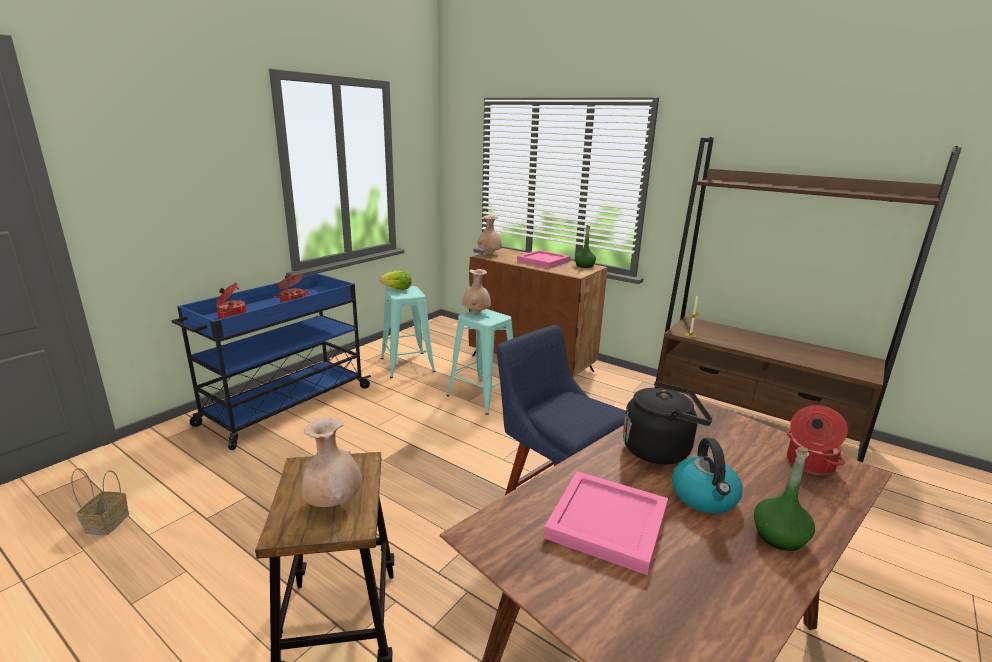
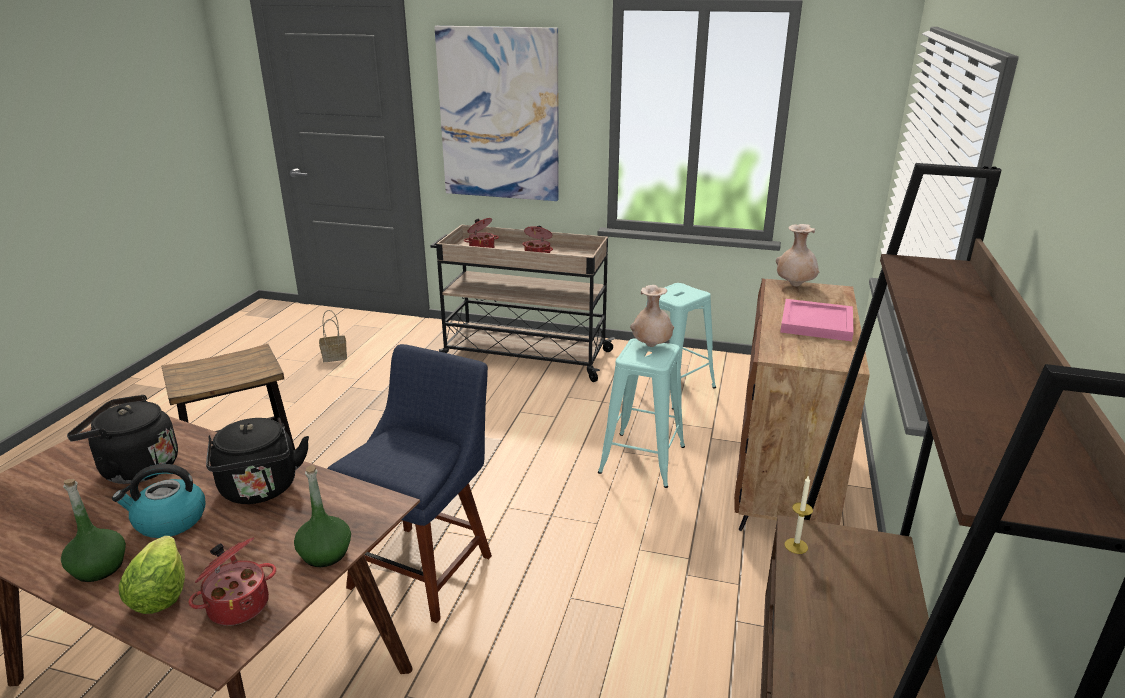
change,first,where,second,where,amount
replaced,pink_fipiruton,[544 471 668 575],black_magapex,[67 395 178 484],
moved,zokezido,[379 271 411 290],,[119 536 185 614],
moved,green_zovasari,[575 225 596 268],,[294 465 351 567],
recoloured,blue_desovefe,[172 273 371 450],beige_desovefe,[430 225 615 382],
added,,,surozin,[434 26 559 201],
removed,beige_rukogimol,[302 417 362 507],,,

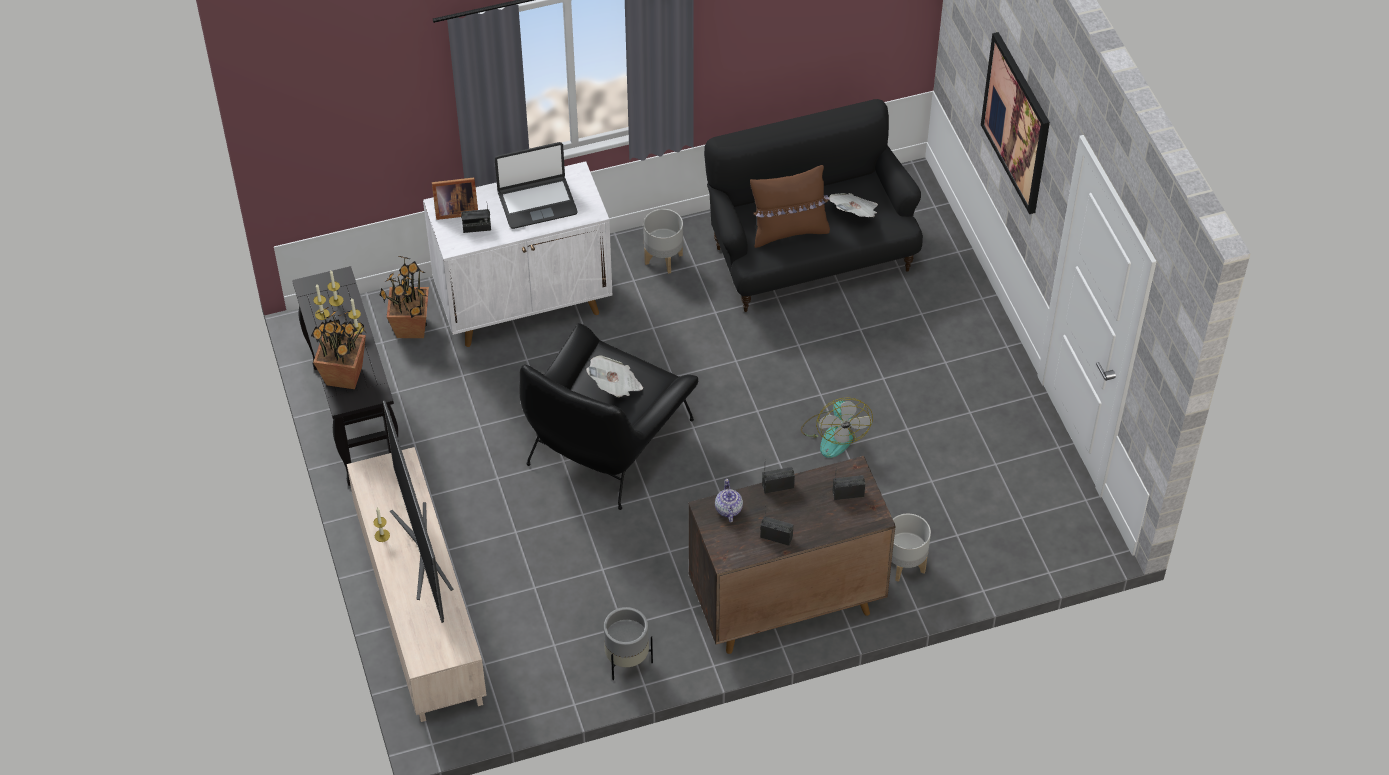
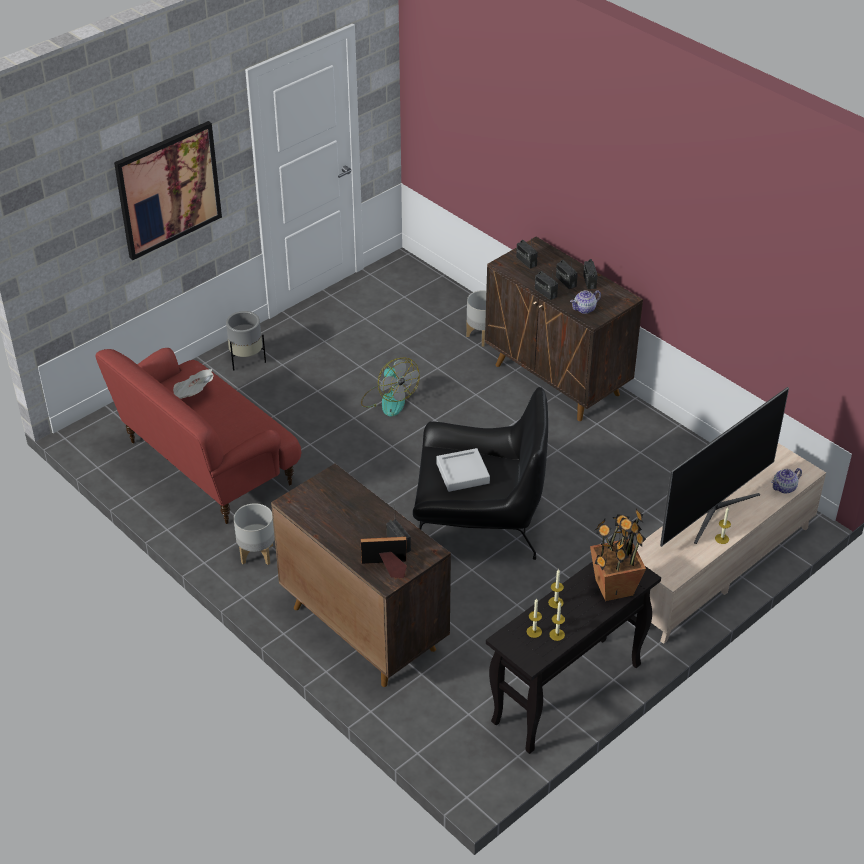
change,first,where,second,where,amount
recoloured,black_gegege,[704 99 923 312],red_gegege,[96 348 302 524],
moved,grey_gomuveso,[604 607 653 680],,[226 311 266 371],
recoloured,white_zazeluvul,[423 161 613 347],brown_zazeluvul,[271 464 451 687],
turned,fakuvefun,[801 397 873 458],,[361 357 420 416],90 degrees clockwise
turned,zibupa,[432 177 478 220],,[361 537 407 578],60 degrees counterclockwise
replaced,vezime,[586 355 643 397],grey_fipiruton,[436 448 490 492],
added,,,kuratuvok,[556 260 578 289],
added,,,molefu,[771 468 802 494],
removed,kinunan,[380 256 429 338],,,
removed,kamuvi,[495 142 577 229],,,
removed,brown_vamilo,[750 165 830 248],,,

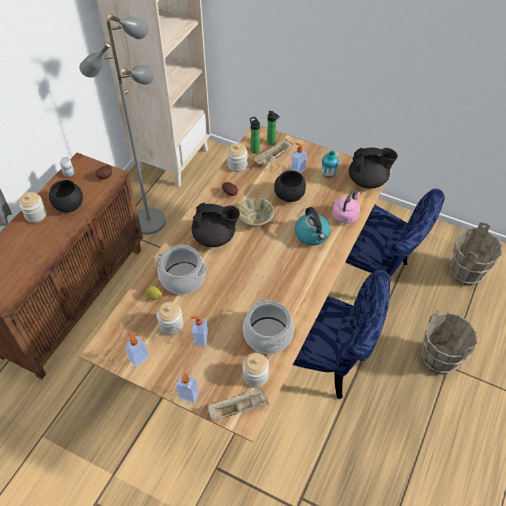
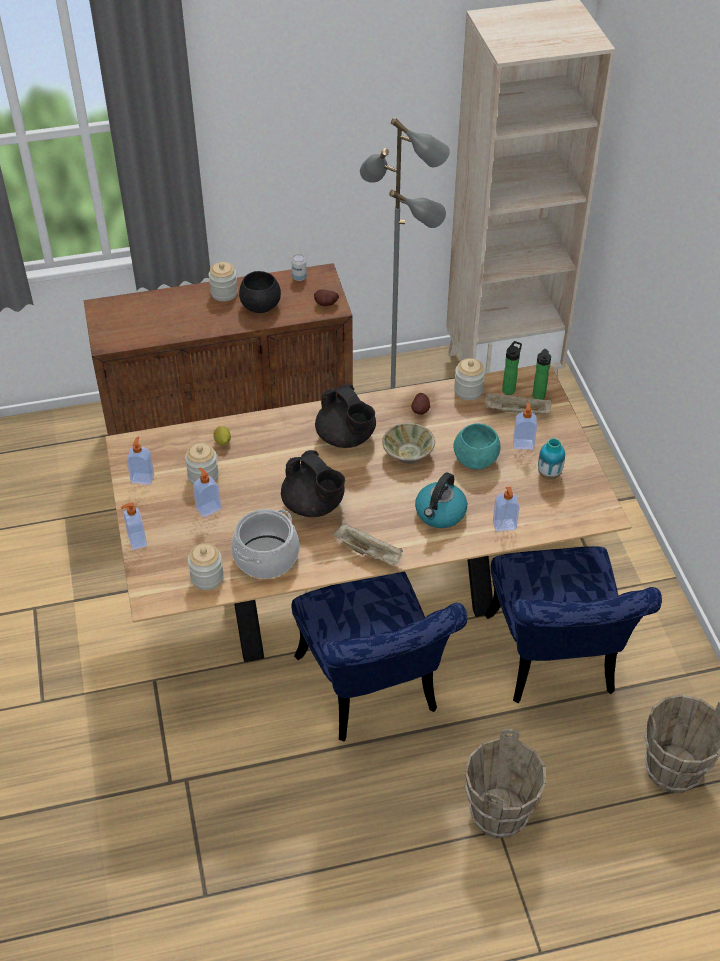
change,first,where,second,where,amount
moved,black_molefu,[349 147 398 189],,[281 450 345 517],
moved,beige_fipiruton,[208 388 269 420],,[333 523 403 567],
recoloured,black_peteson,[274 170 306 202],turquoise_peteson,[453 423 501 469],
replaced,pink_magapex,[333 191 360 224],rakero,[493 487 520 531],
removed,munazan,[155 245 207 294],,,

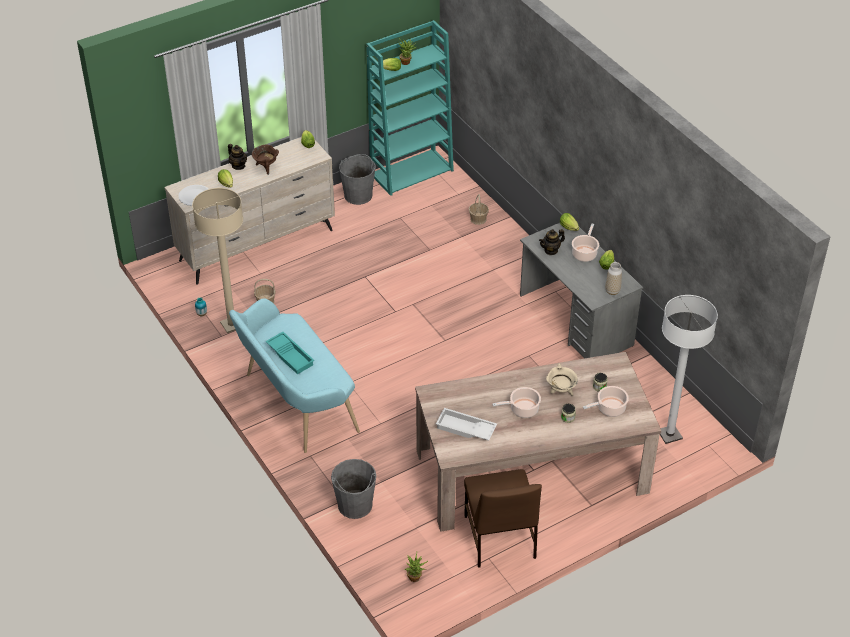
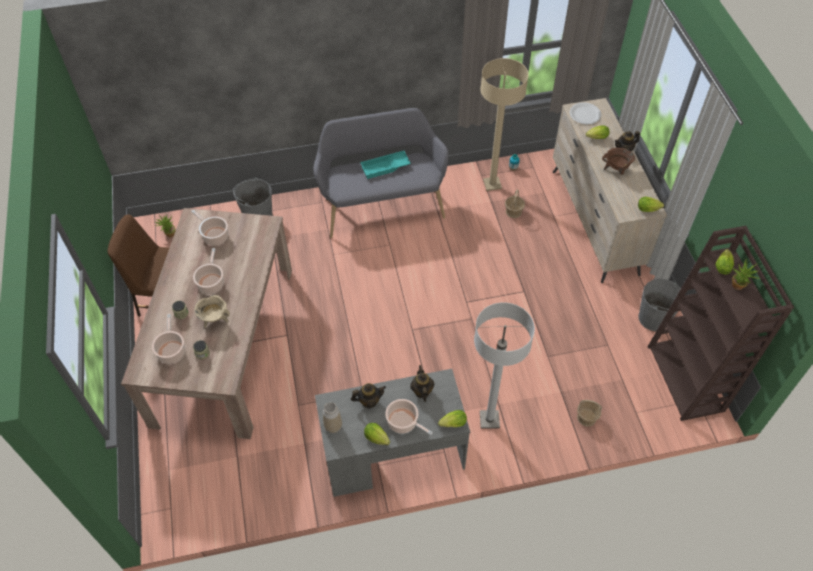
change,first,where,second,where,amount
replaced,white_fipiruton,[436 408 497 440],munazan,[191 210 228 246],
recoloured,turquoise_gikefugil,[229 298 360 453],grey_gikefugil,[313 108 448 238],
added,,,molefu,[351 383 386 408],
moved,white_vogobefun,[660 295 718 444],,[474 302 535 428],
recoloured,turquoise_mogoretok,[366 20 454 196],brown_mogoretok,[648 226 794 421],

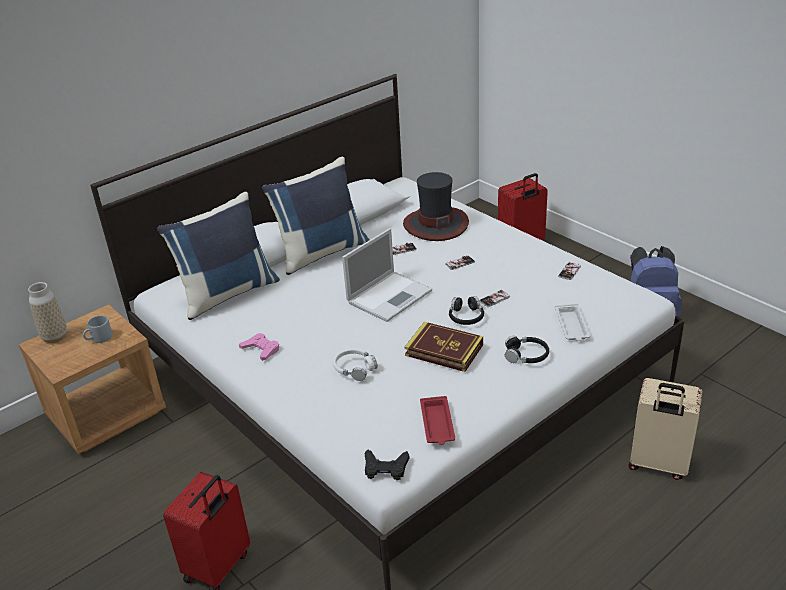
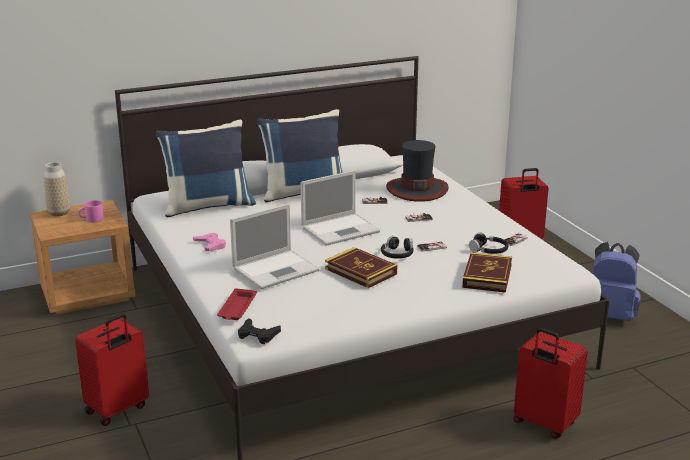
change,first,where,second,where,amount
recoloured,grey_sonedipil,[83 315 113 343],pink_sonedipil,[78 200 104 223],
moved,red_fipiruton,[420 396 455 445],,[217 288 257 320],
replaced,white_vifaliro,[333 349 378 381],kamuvi,[230 204 319 289],
replaced,white_fipiruton,[555 304 591 341],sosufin,[462 252 512 293],
moved,black_vifaliro,[505 336 549 363],,[469 233 508 254],
recoloured,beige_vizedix,[629 378 703 480],red_vizedix,[513 328 588 438],

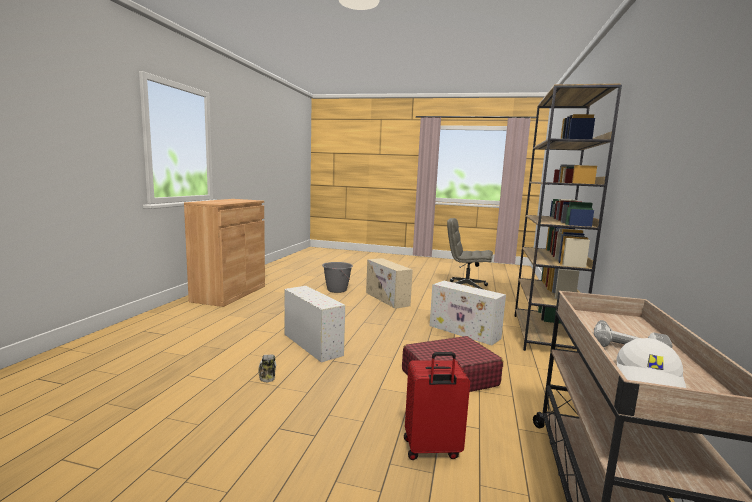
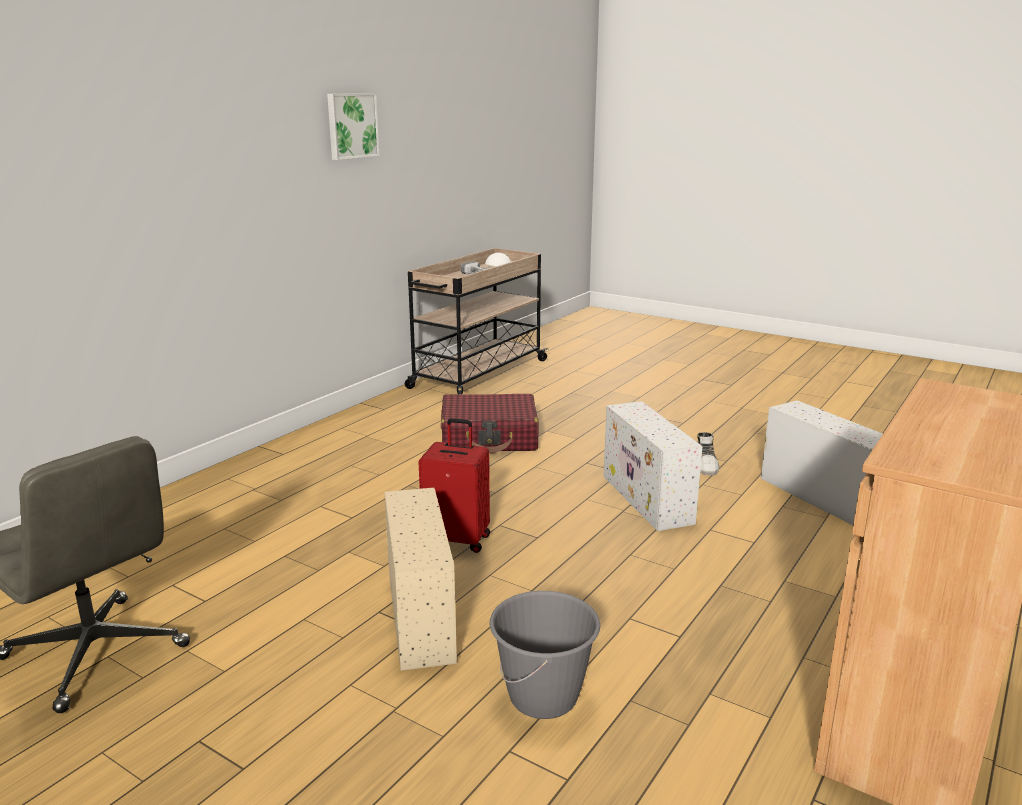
change,first,where,second,where,amount
added,,,surozin,[327 93 380 160],
moved,red_vizedix,[404 352 470 460],,[419 418 490 553],
moved,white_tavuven,[430 281 506 346],,[761 400 883 525],
removed,brown_mogoretok,[515 84 622 351],,,

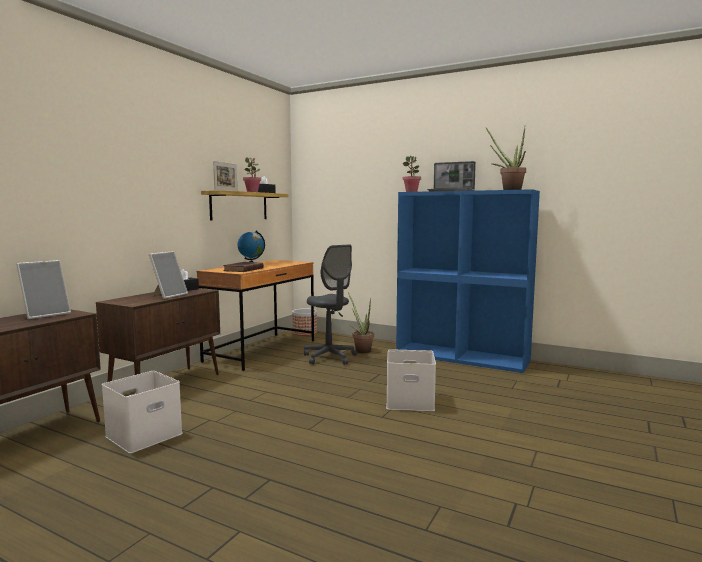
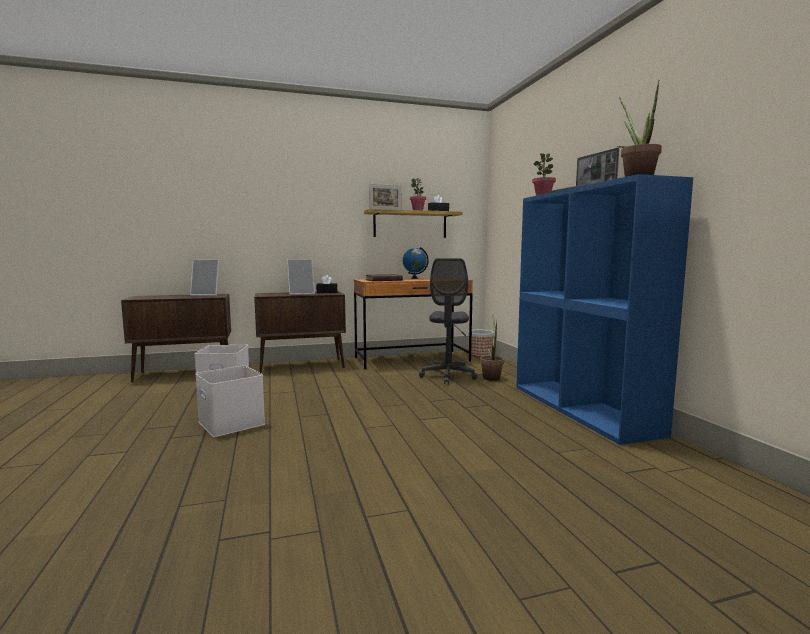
change,first,where,second,where,amount
moved,white_tavuven,[386 349 436 411],,[195 365 265 437],

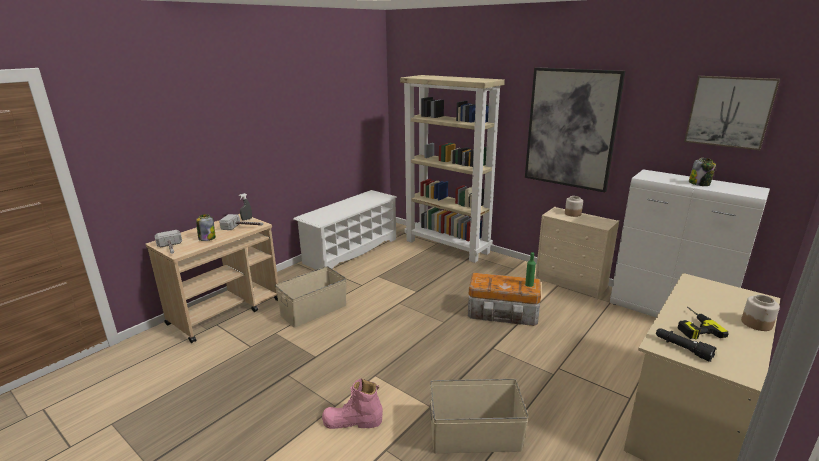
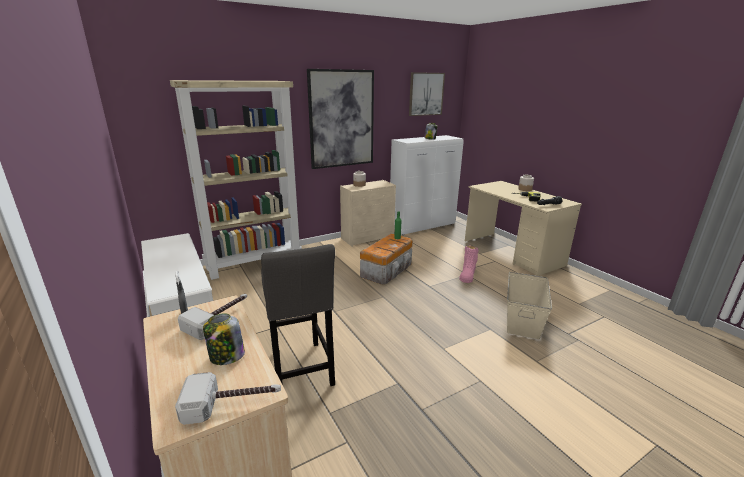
change,first,where,second,where,amount
replaced,beige_tavuven,[275 266 347 328],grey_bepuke,[261 244 335 386],
moved,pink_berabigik,[322 378 383 429],,[459 245 479 283],

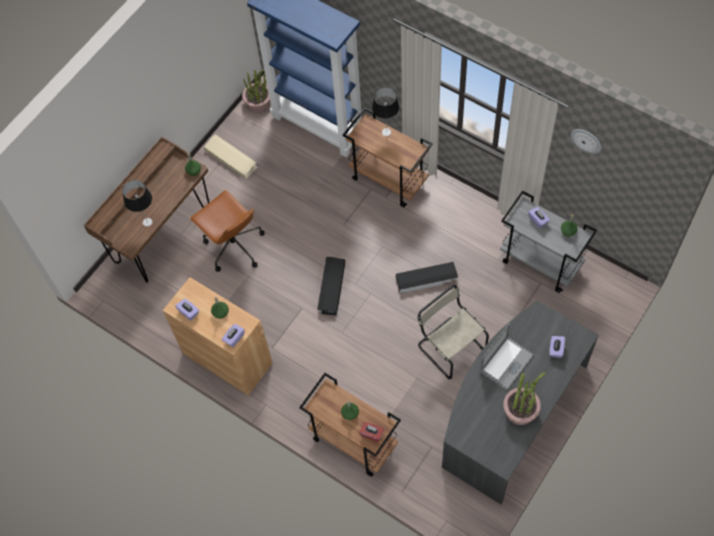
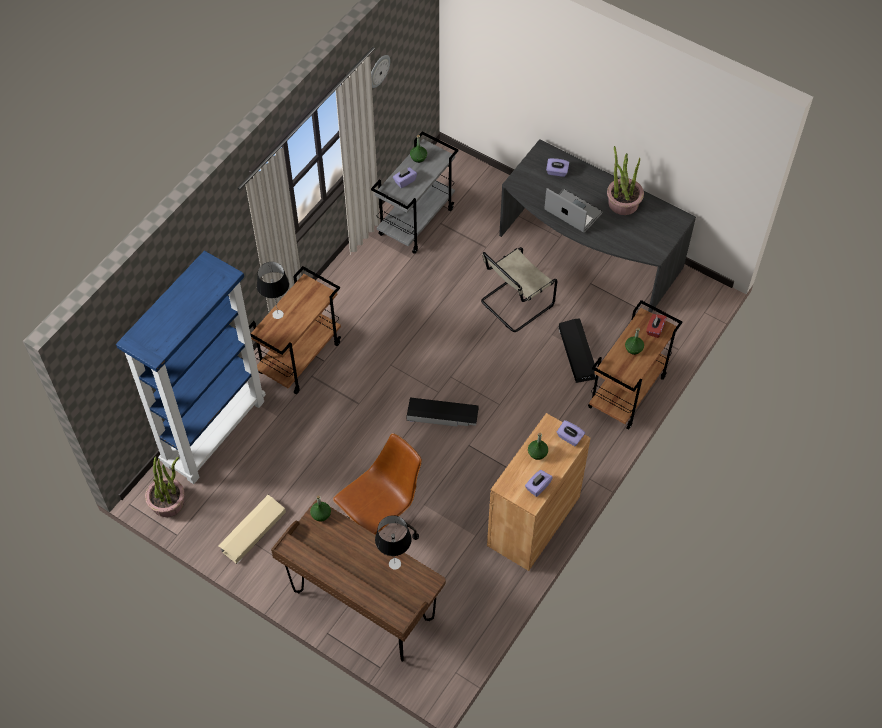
change,first,where,second,where,amount
moved,black_tavuven,[396 262 458 294],,[559 318 596 383],

